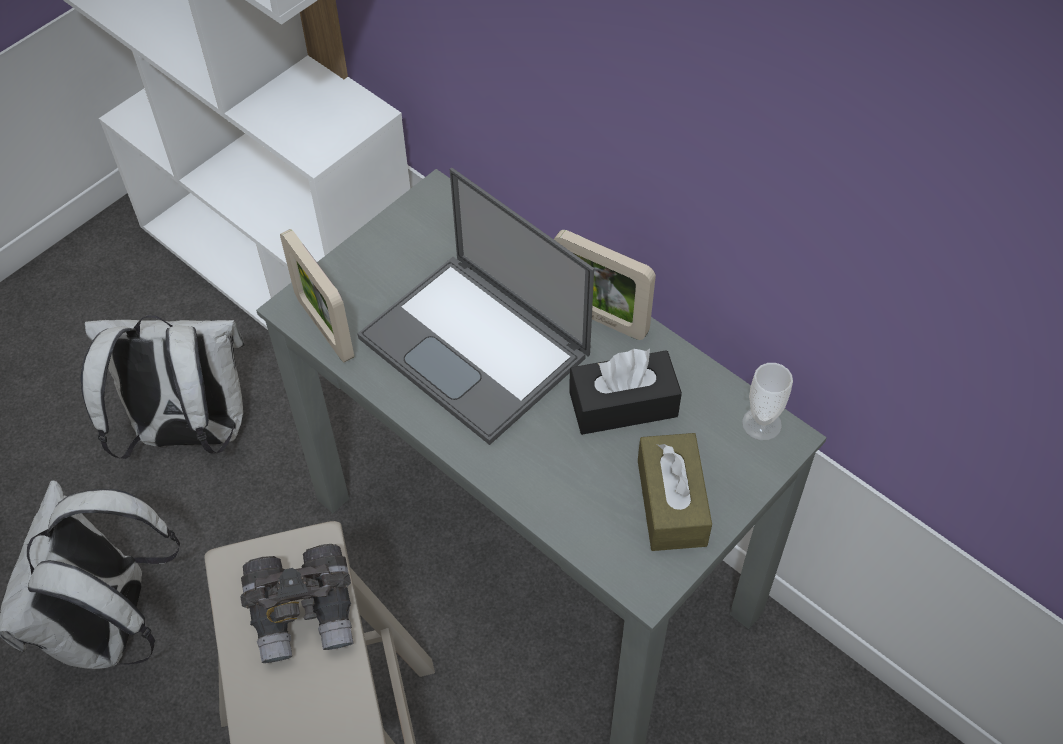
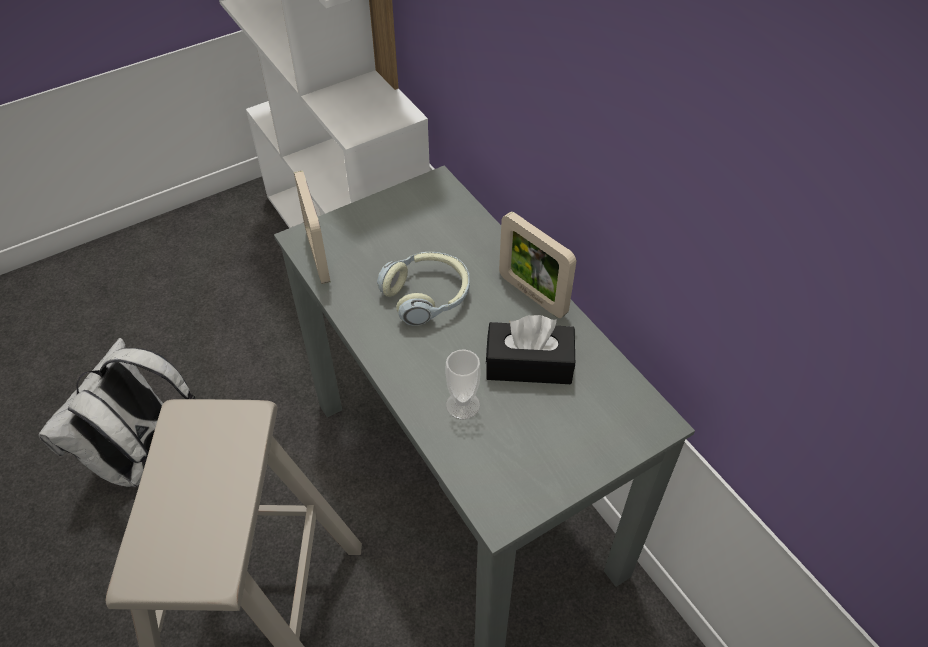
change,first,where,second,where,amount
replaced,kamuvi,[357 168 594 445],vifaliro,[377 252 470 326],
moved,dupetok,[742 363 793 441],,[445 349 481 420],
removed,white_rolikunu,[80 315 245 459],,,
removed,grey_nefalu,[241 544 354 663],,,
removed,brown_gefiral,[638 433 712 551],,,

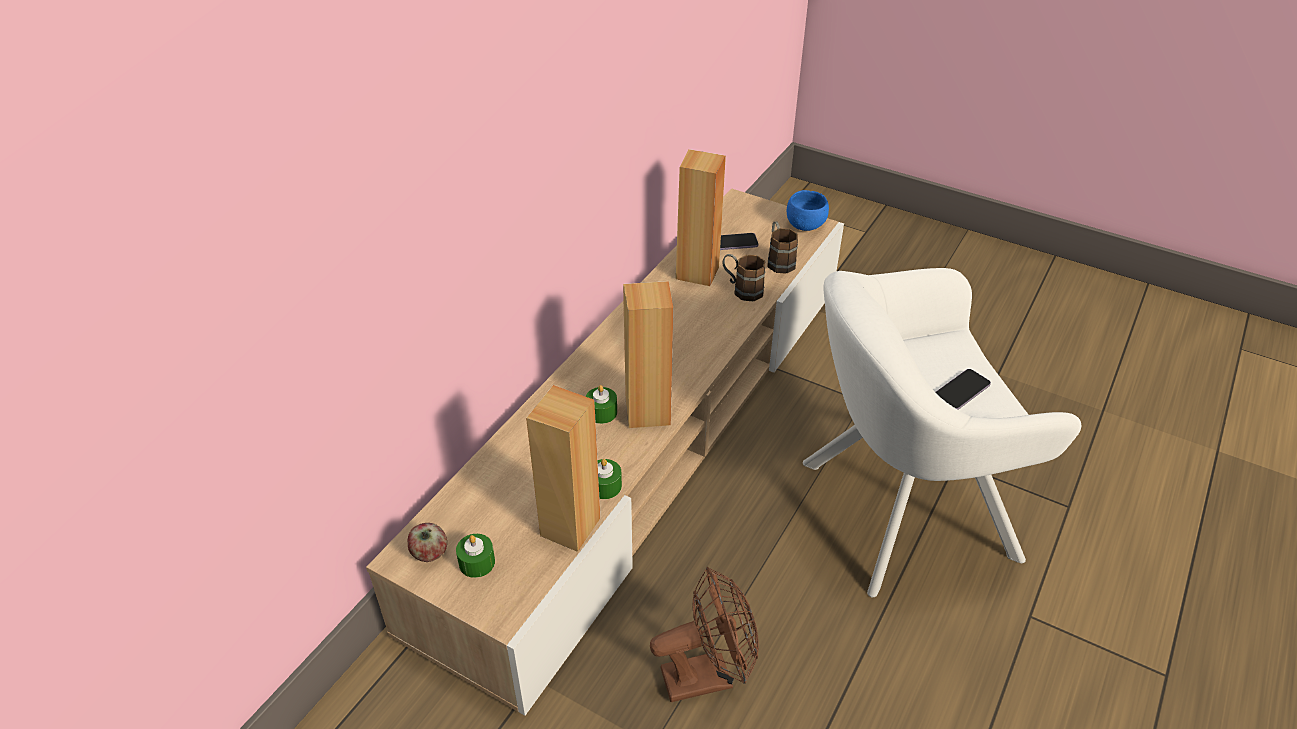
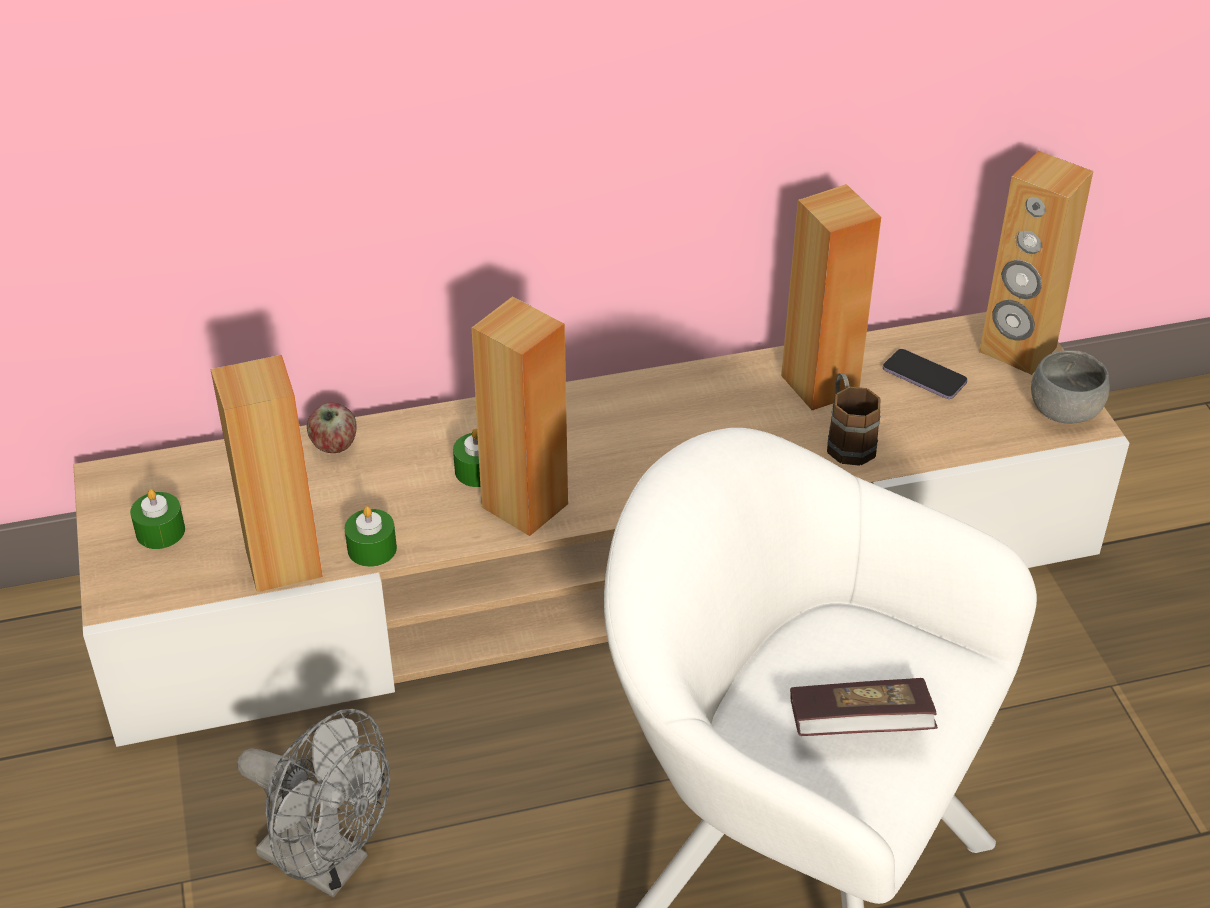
change,first,where,second,where,amount
recoloured,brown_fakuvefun,[650 567 759 702],grey_fakuvefun,[237 709 390 897],
moved,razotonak,[408 523 447 562],,[307 403 357 453],
replaced,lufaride,[936 369 991 410],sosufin,[790 678 938 736],
added,,,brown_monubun,[979 151 1093 375],
recoloured,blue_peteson,[787 190 829 231],grey_peteson,[1031 350 1110 424],
removed,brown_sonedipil,[767 221 798 274],,,

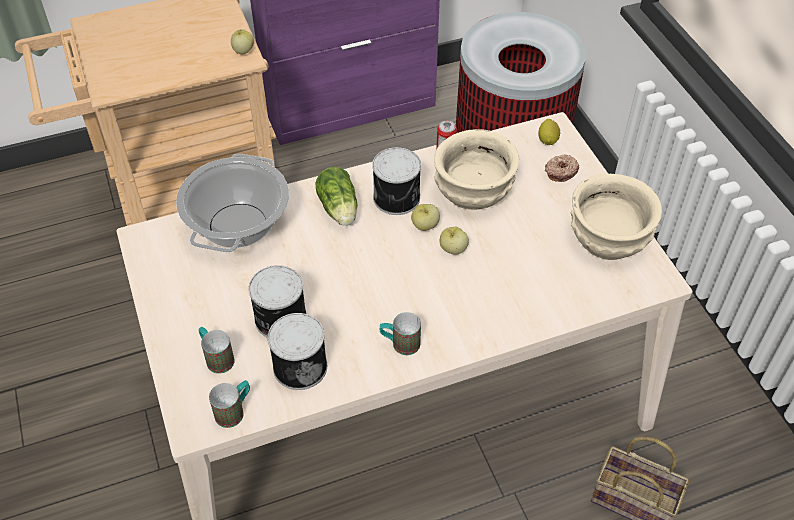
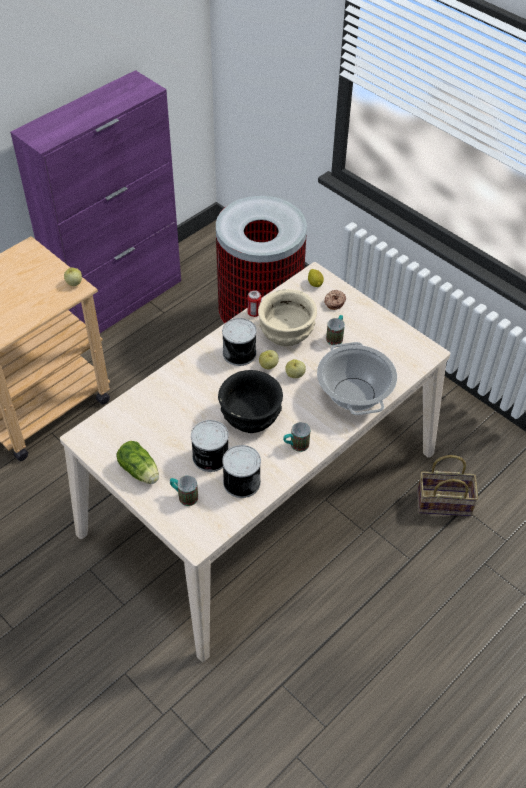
change,first,where,second,where,amount
moved,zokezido,[315 167 357 226],,[116 441 159 484],
added,,,black_peteson,[218 370 283 433],
moved,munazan,[176 154 289 253],,[317 342 397 415],
moved,sonedipil,[209 380 250 428],,[326 315 345 345],
removed,beige_peteson,[570 174 662 260],,,

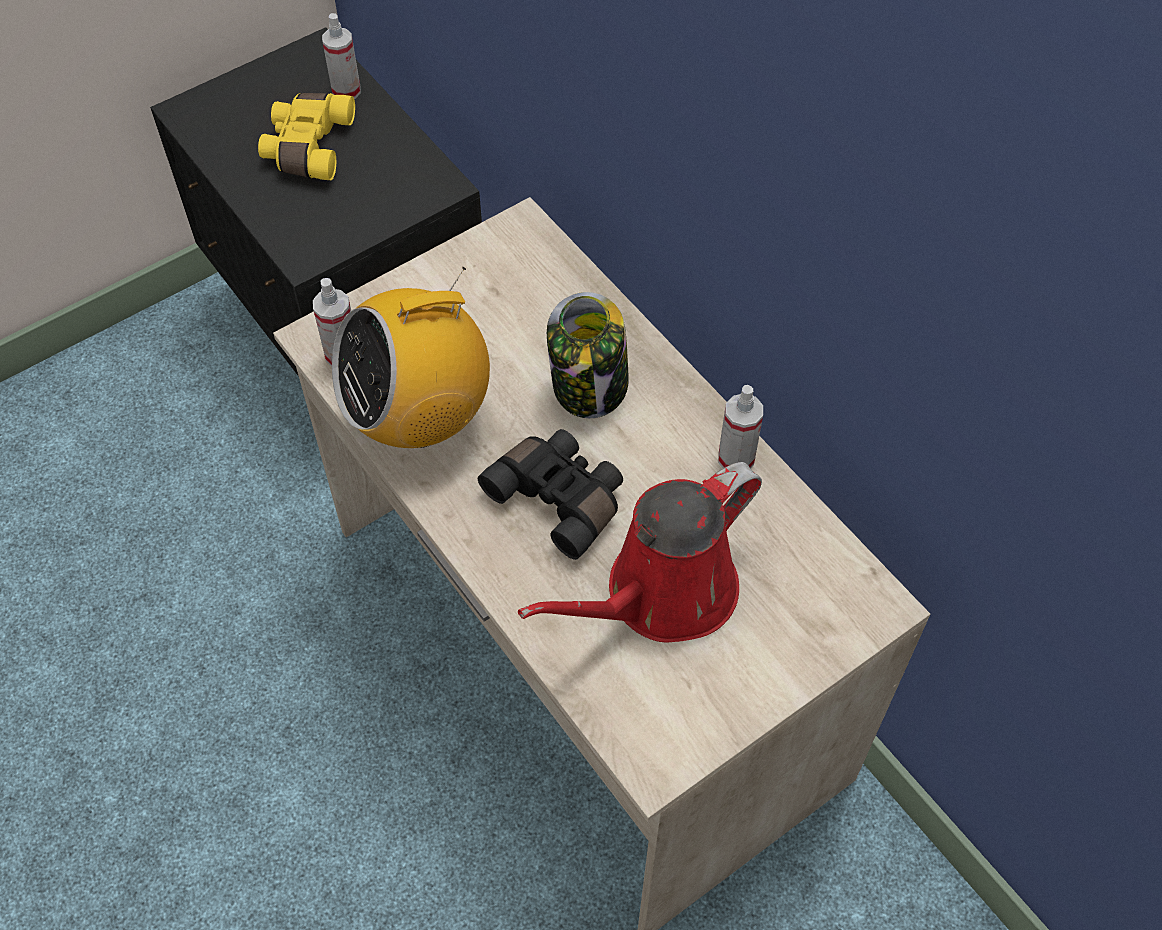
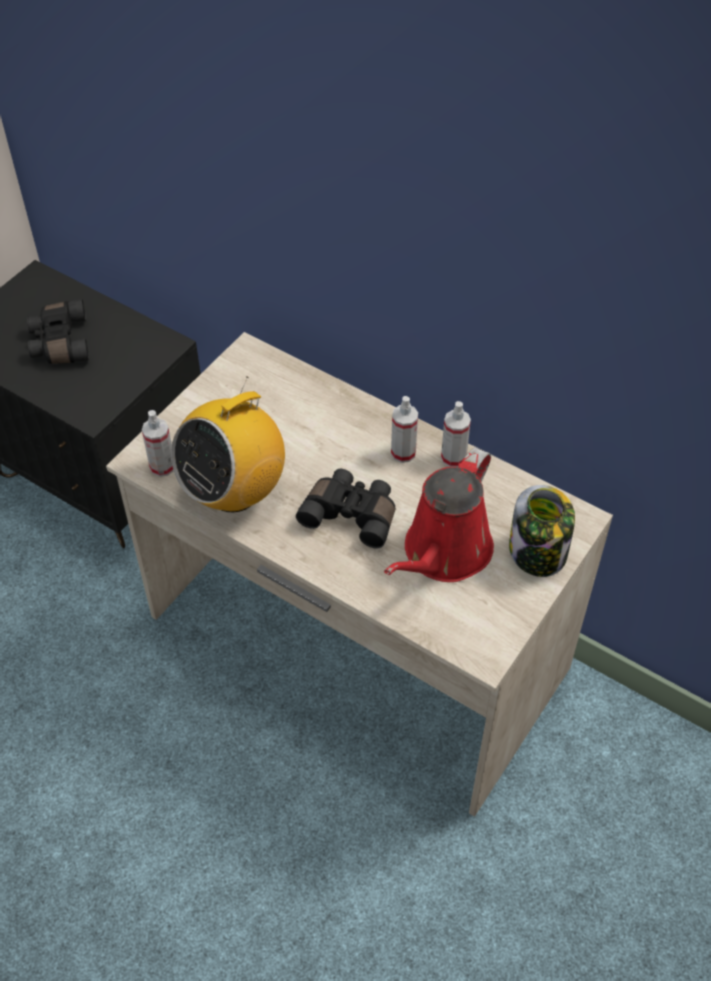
change,first,where,second,where,amount
recoloured,yellow_nefalu,[258 93 355 180],black_nefalu,[27 299 89 364],
moved,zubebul,[322 13 361 99],,[391 396 418 463],
moved,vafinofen,[547 292 629 418],,[509 485 575 577],

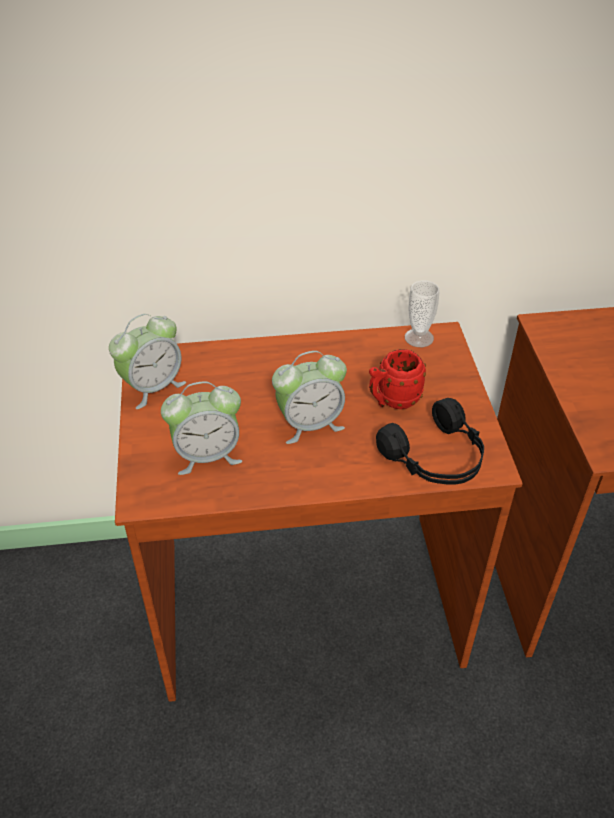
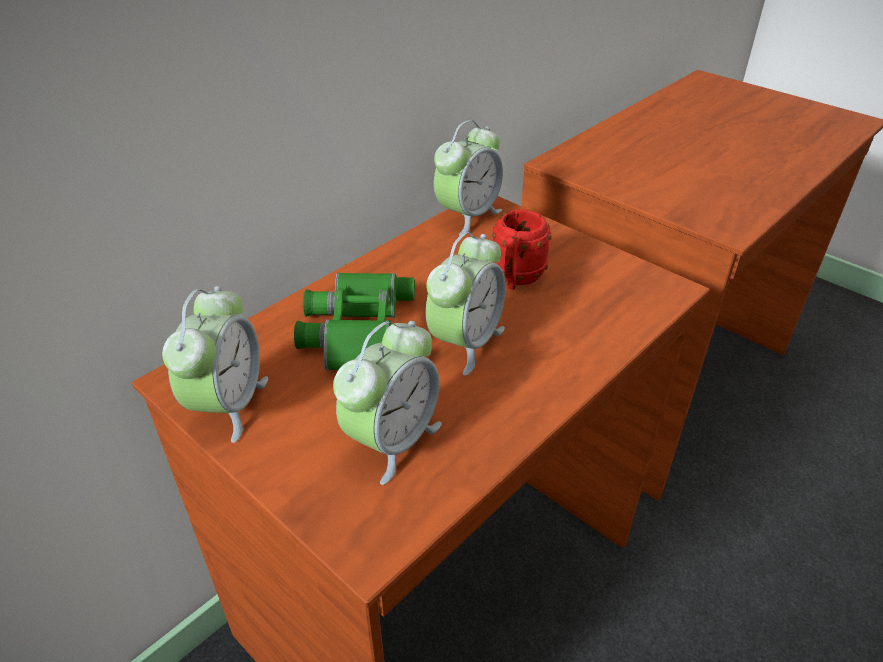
change,first,where,second,where,amount
added,,,green_nefalu,[294 272 415 371],
replaced,dupetok,[405 280 440 347],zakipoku,[434 120 503 236],
removed,black_vifaliro,[376 398 484 484],,,

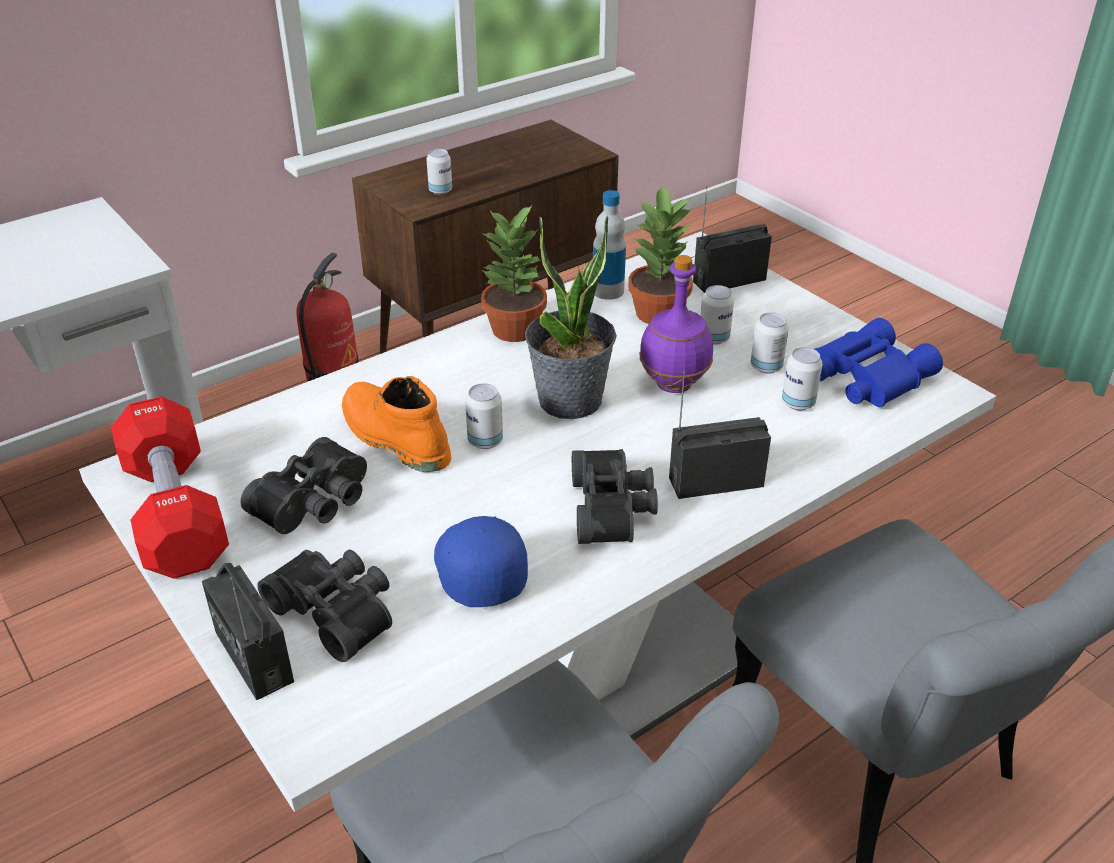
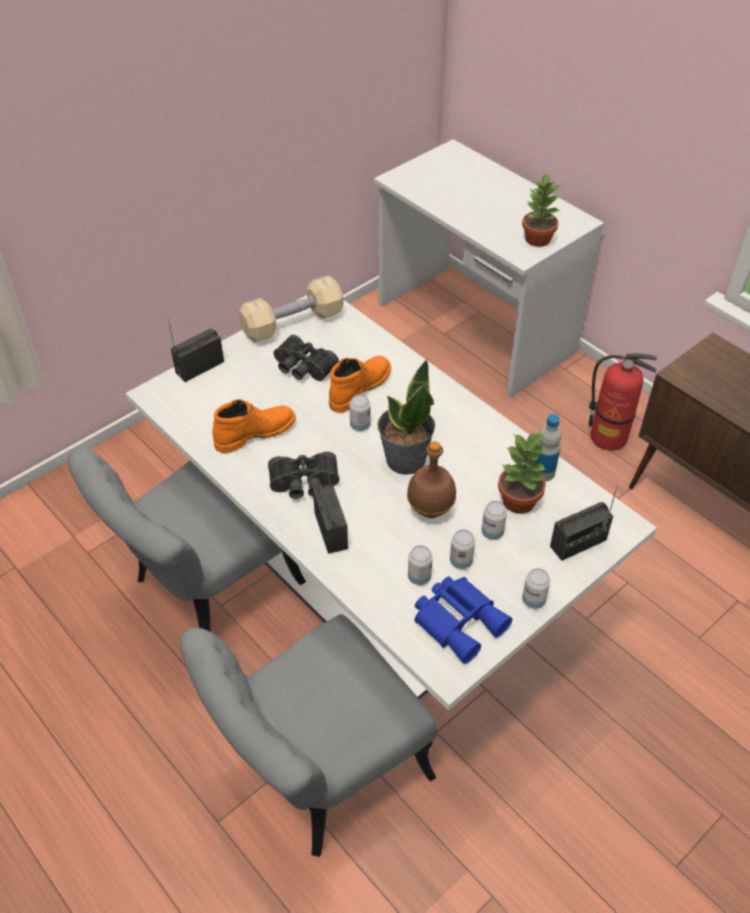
change,first,where,second,where,amount
replaced,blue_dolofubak,[434 516 528 607],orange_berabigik,[213 399 296 453],
recoloured,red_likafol,[111 397 229 579],beige_likafol,[239 275 344 342],
recoloured,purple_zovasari,[639 255 713 393],brown_zovasari,[407 441 456 518],
moved,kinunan,[481 204 547 342],,[522 171 563 247],
moved,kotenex,[426 149 452 195],,[522 568 550 609],
turned,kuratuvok,[693 186 772 293],,[550 486 617 561],90 degrees clockwise
removed,black_nefalu,[258 549 392 662],,,

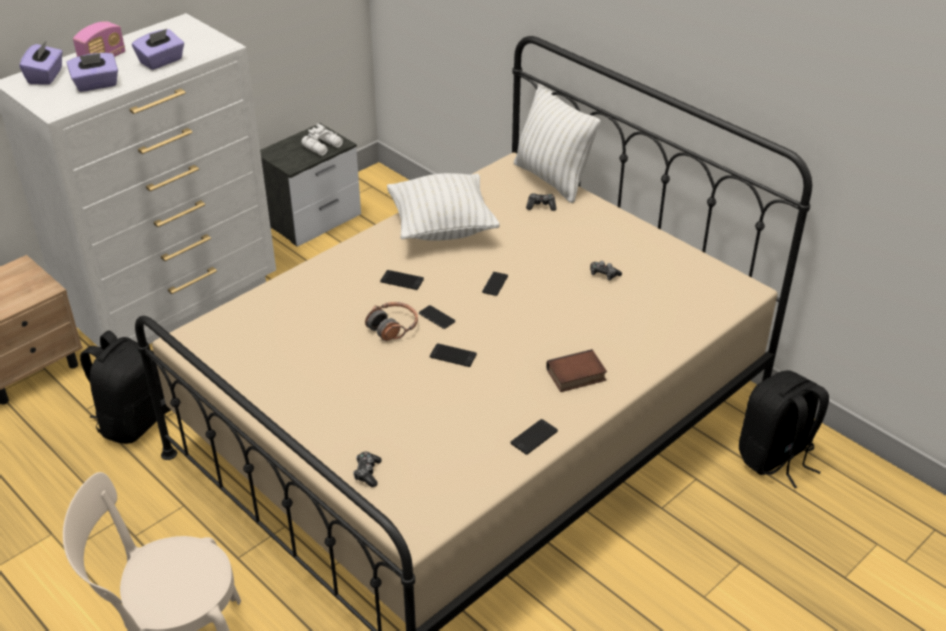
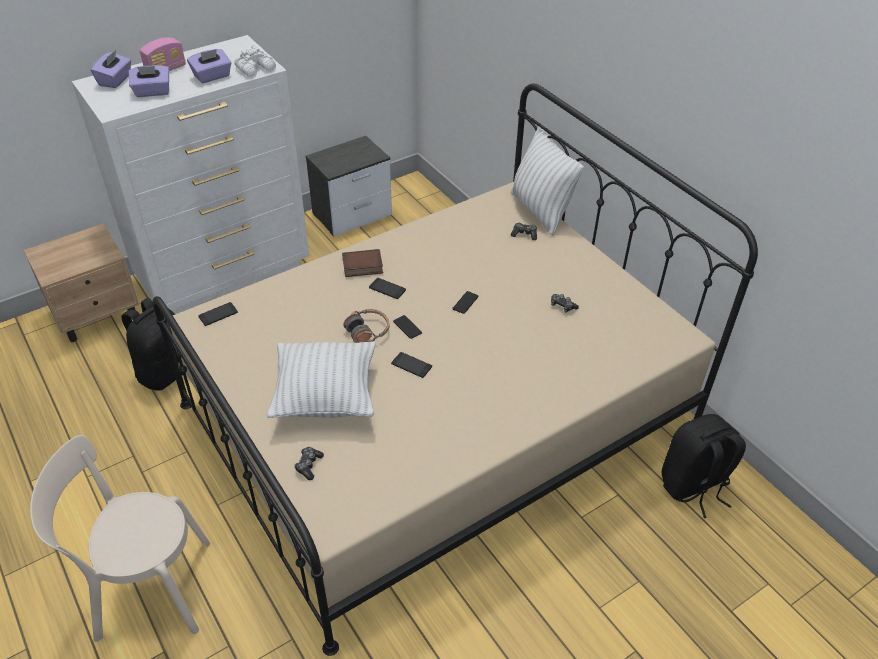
change,first,where,second,where,amount
moved,lufaride,[511 419 558 455],,[198 302 238 326],
moved,white_nefalu,[302 123 343 155],,[234 45 276 78],
moved,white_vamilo,[387 173 500 241],,[267 341 375 418],
moved,sosufin,[546 349 607 392],,[342 249 383 277],

